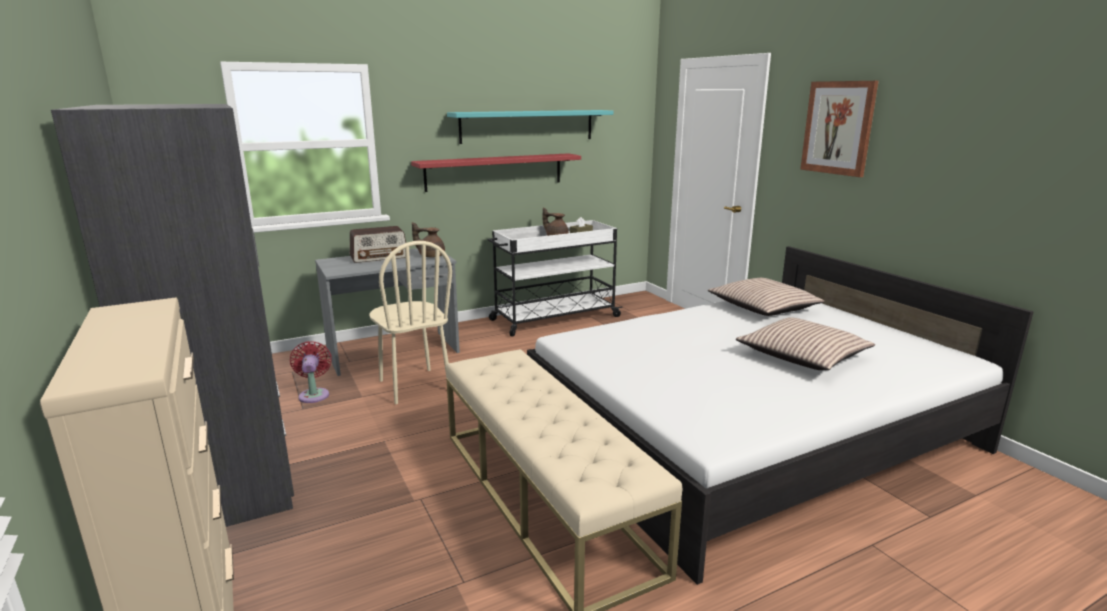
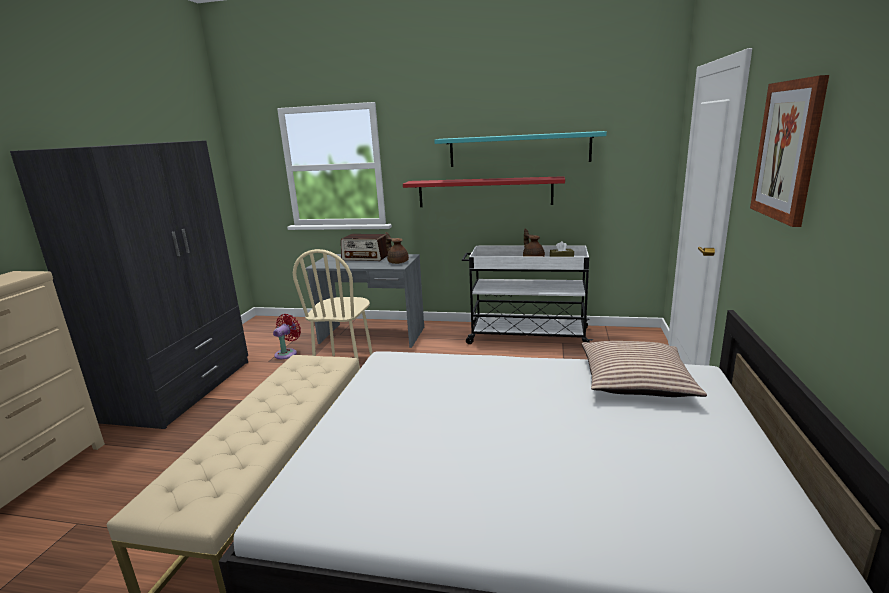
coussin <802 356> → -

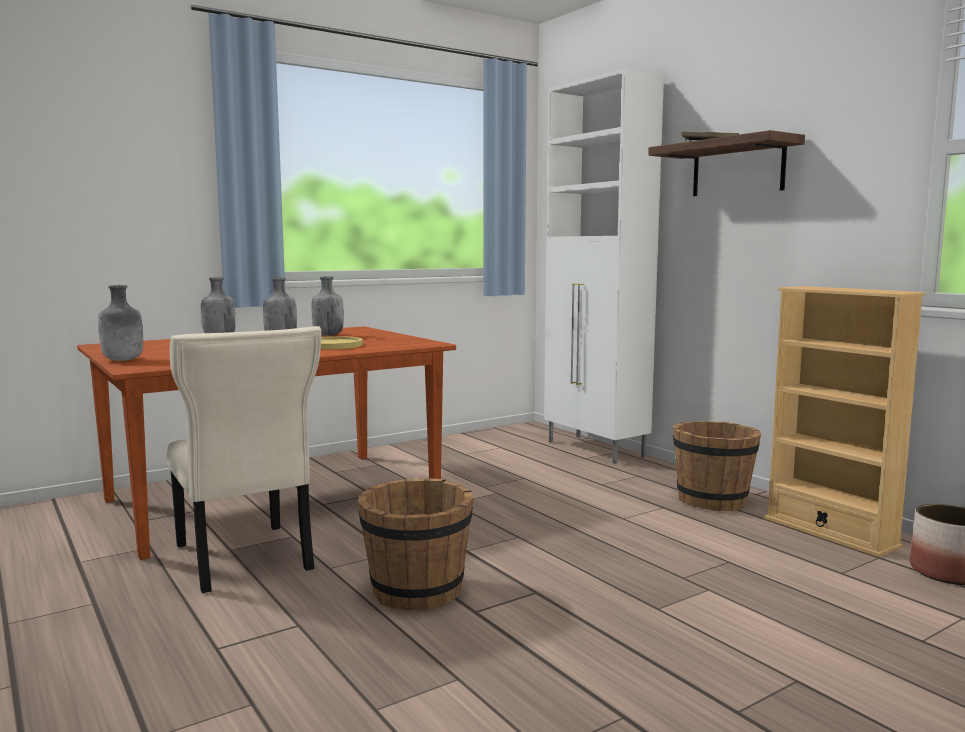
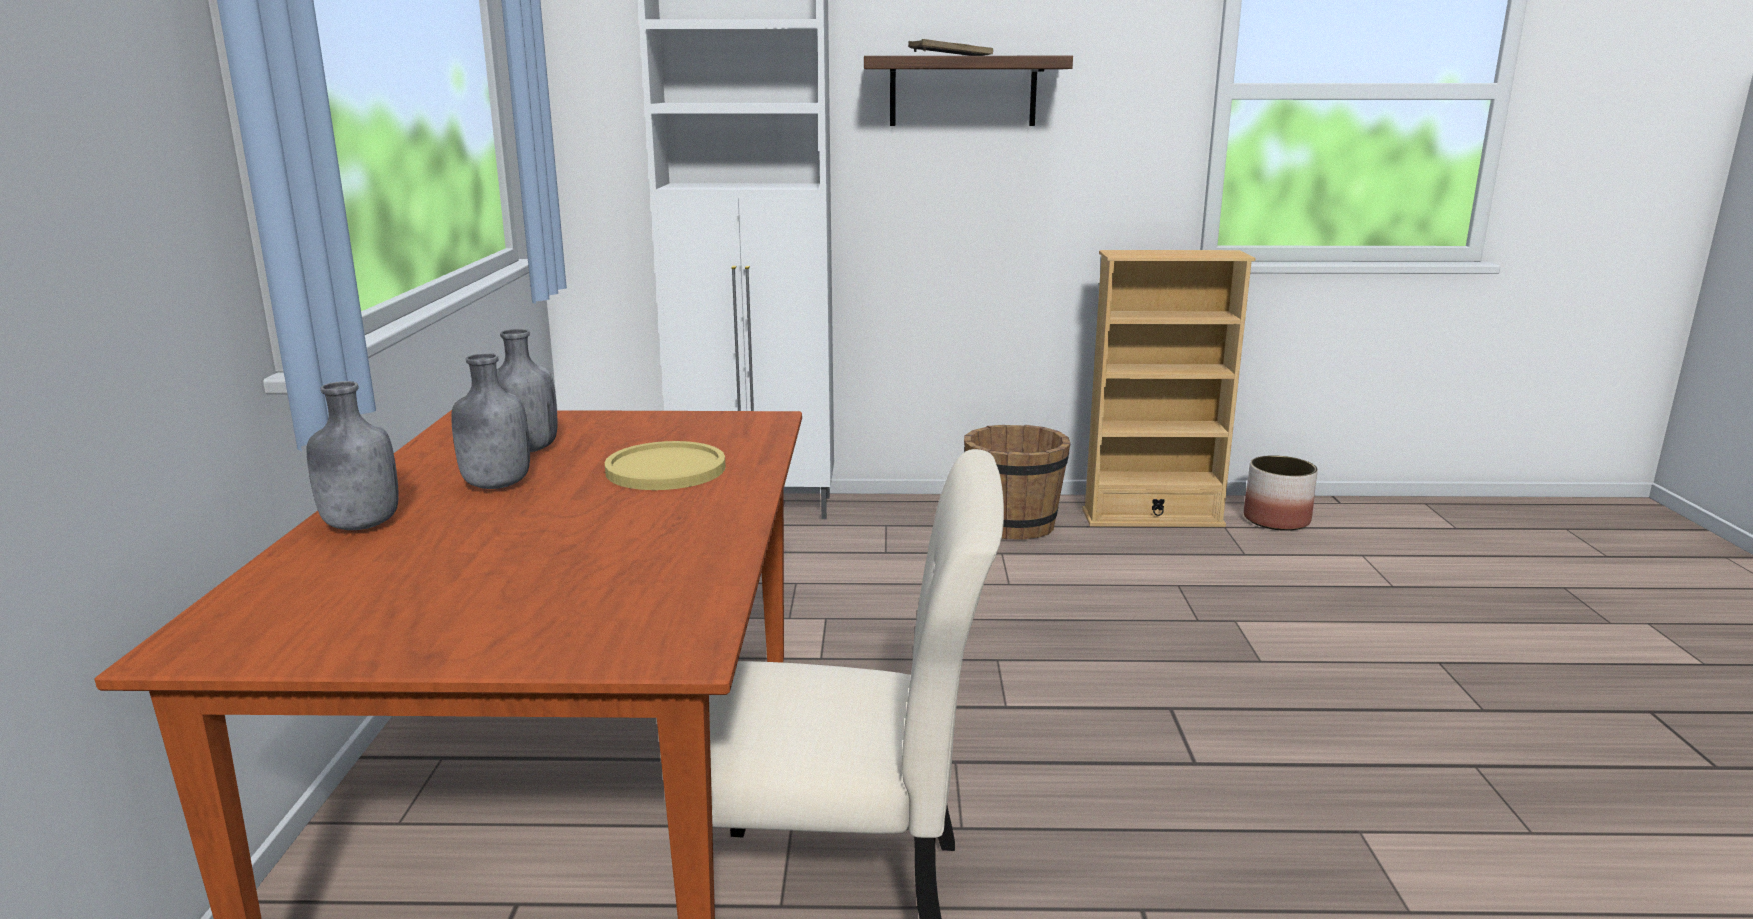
bouteille (gris) <123 360> → -
seau (marron) <417 591> → -

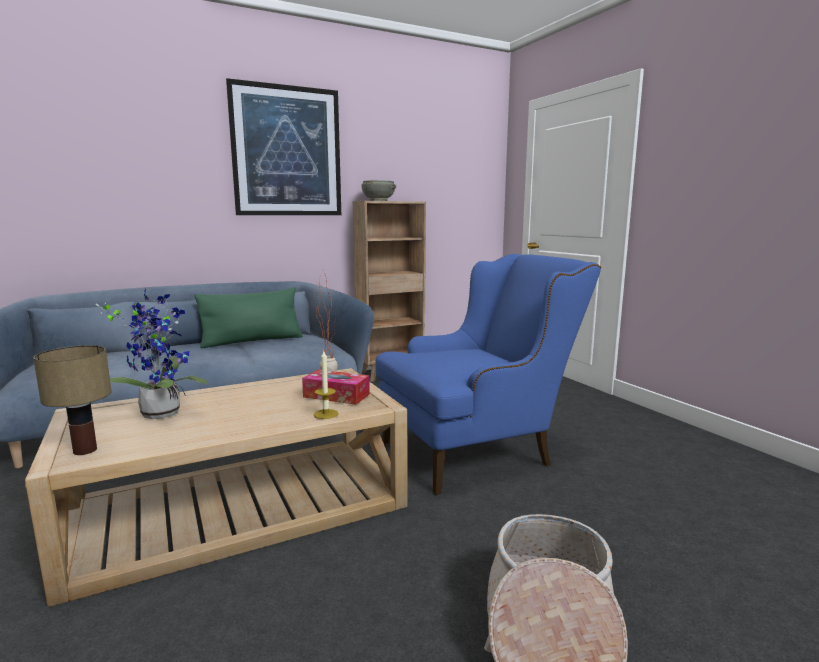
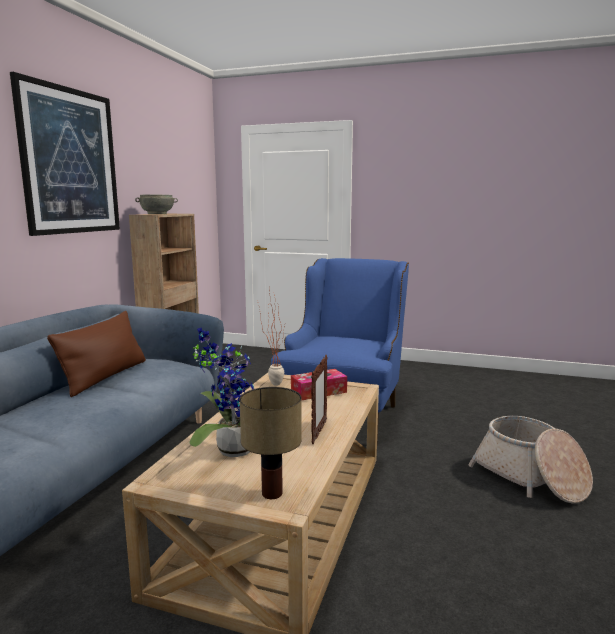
coussin (vert) <252 341> → coussin (marron) <105 377>
bougie <326 414> → -
- → cadre photo <319 432>

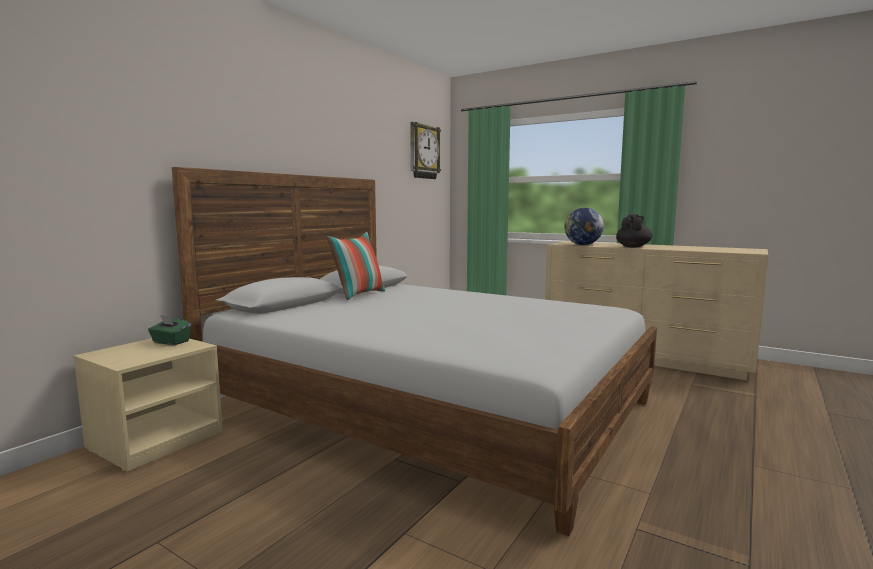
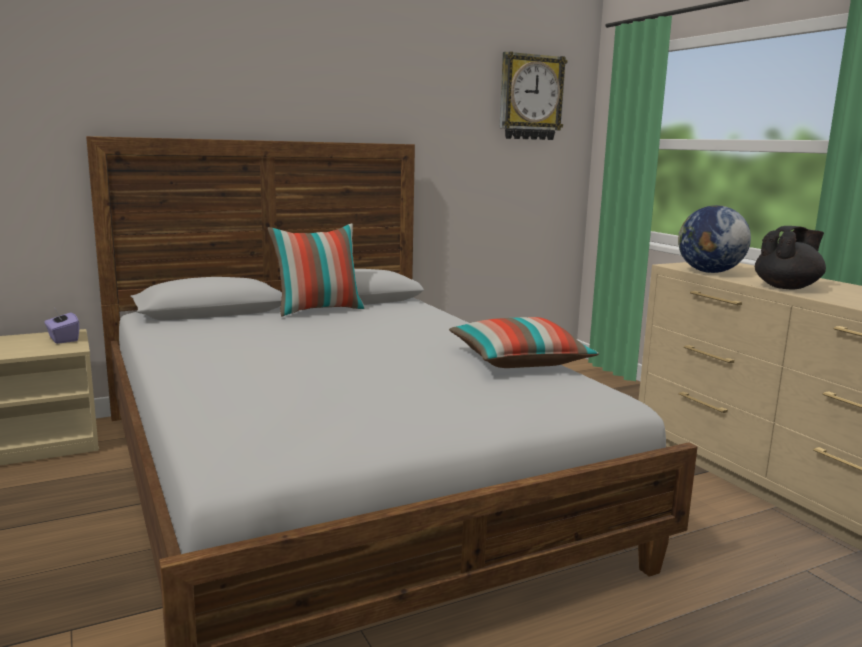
boîte à mouchoirs (vert) <170 342> → boîte à mouchoirs (violet) <63 339>
- → coussin <519 361>

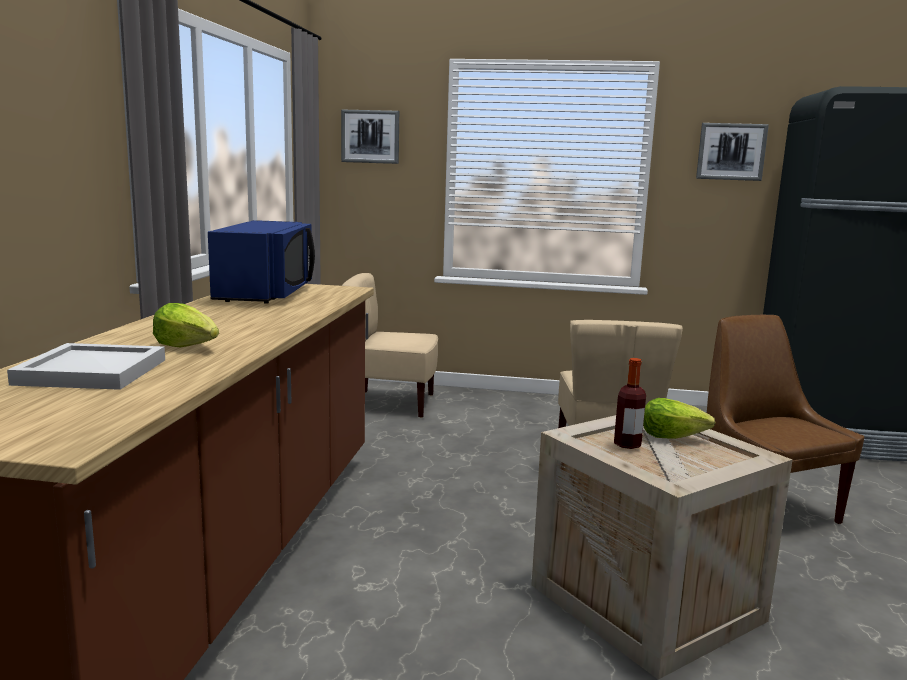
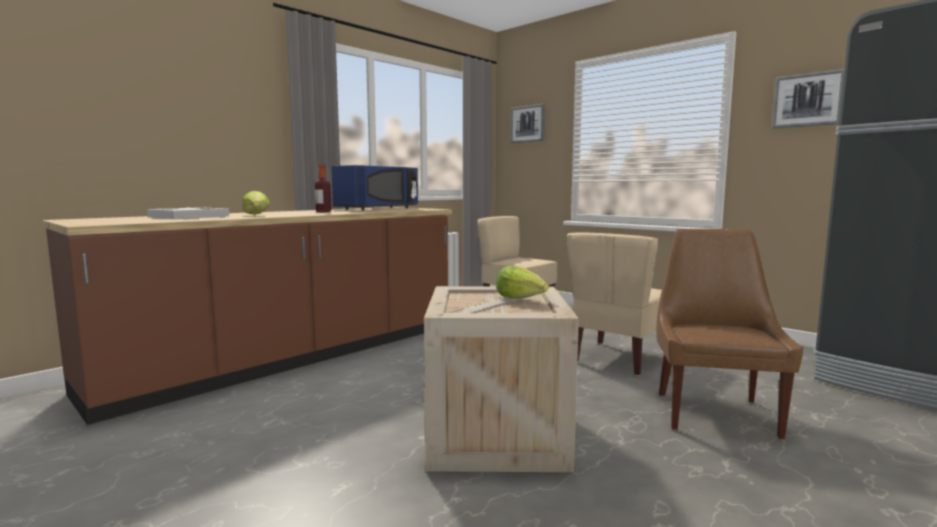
bouteille <627 444> → bouteille <323 211>, relocated

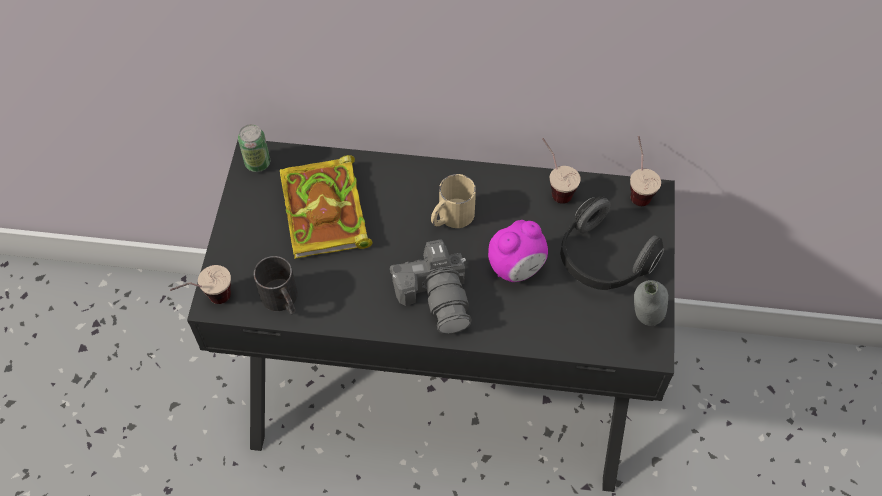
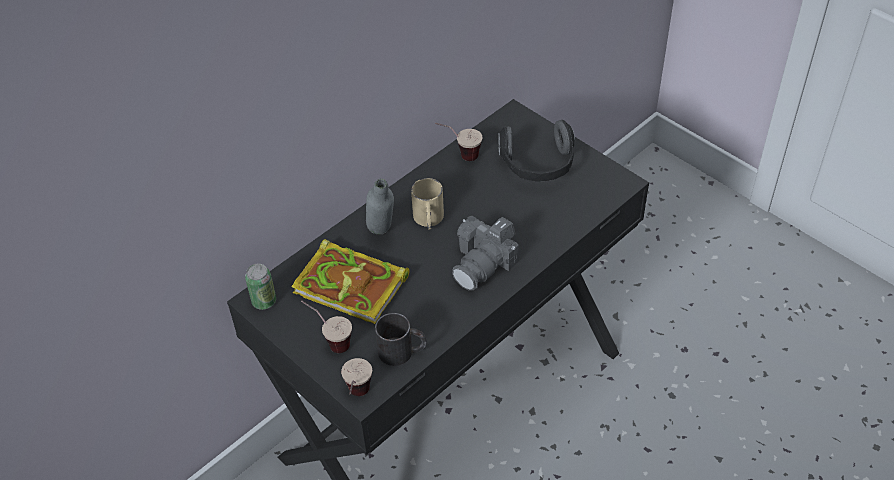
tasse <637 188> → tasse <329 341>, relocated
réveil <516 268> → -
appareil photo <437 296> → appareil photo <484 263>, 105 degrees clockwise
bouteille (gris) <642 326> → bouteille (gris) <382 236>, relocated

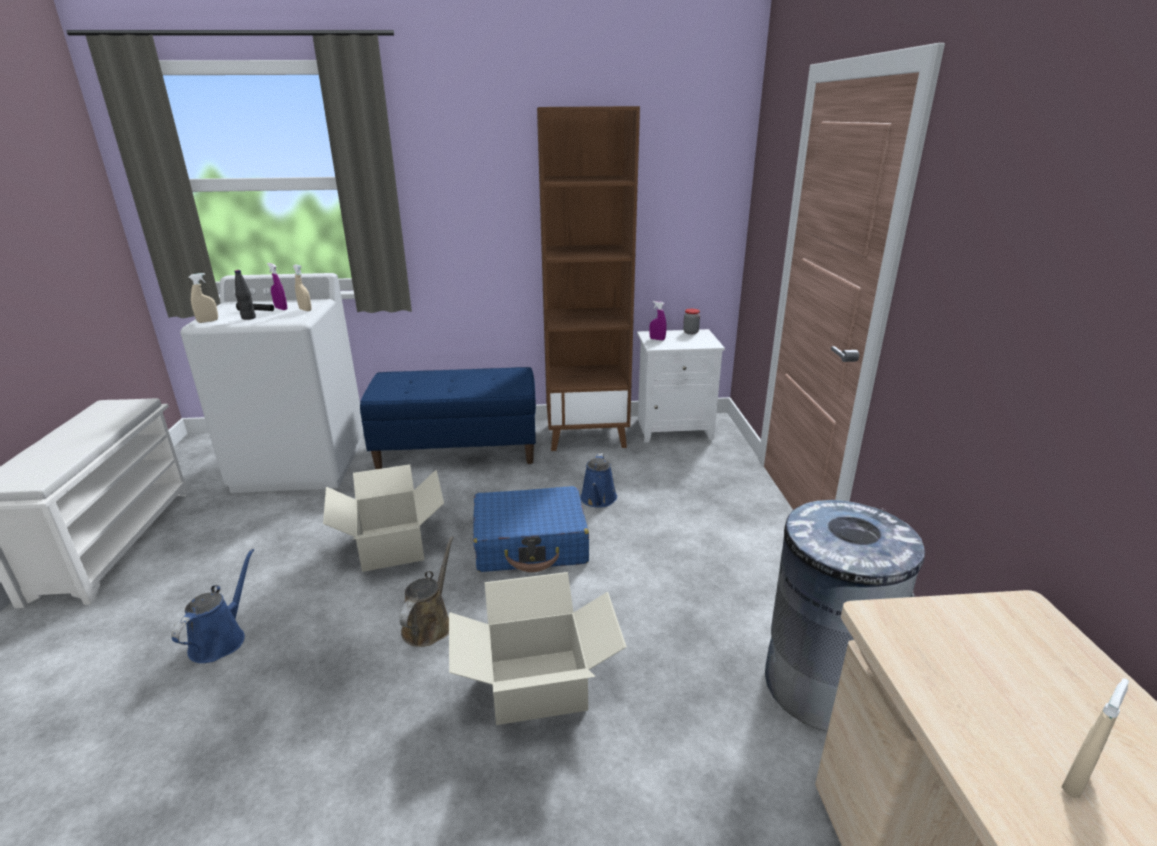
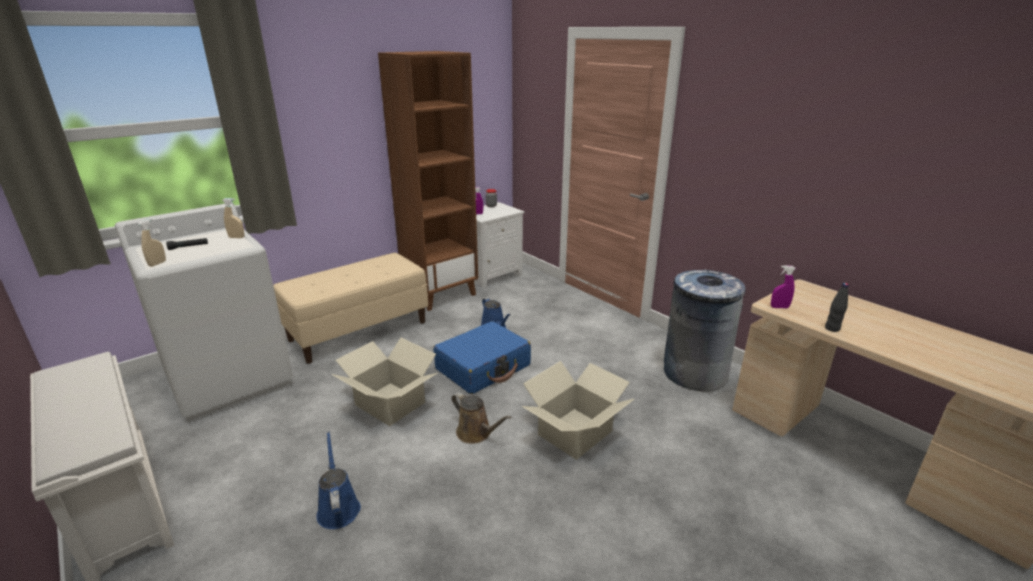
vaporisateur (violet) <281 309> → vaporisateur (violet) <779 307>, relocated
bouteille (noir) <248 318> → bouteille (noir) <832 328>, relocated
banc (bleu) <458 450> → banc (beige) <359 330>
arrosoir (marron) <429 624> → arrosoir (marron) <476 433>, 150 degrees clockwise
vaporisateur (beige) <1075 781> → -

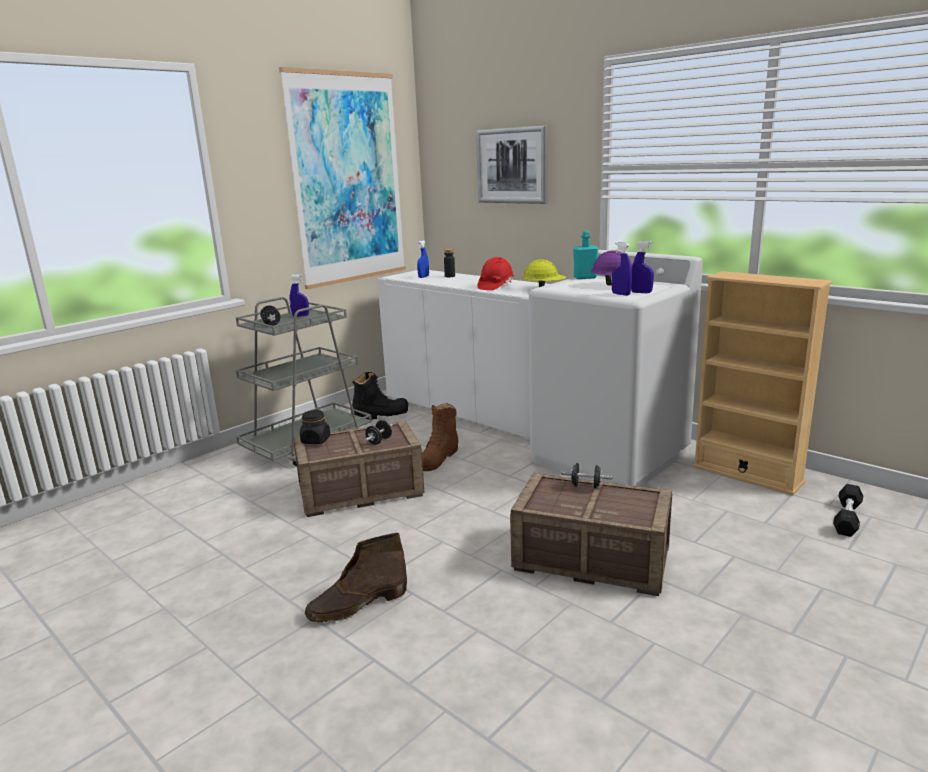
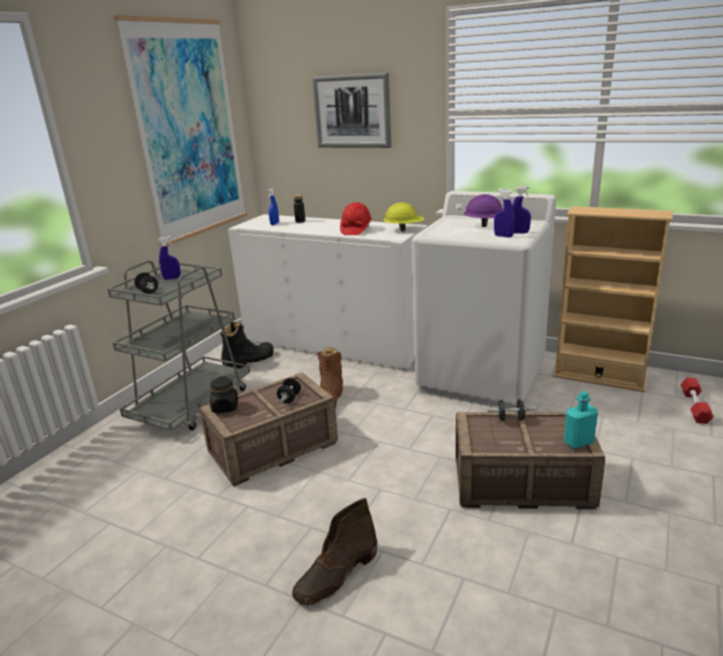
bouteille (turquoise) <585 277> → bouteille (turquoise) <578 442>, relocated
haltère (noir) <847 518> → haltère (rouge) <694 407>

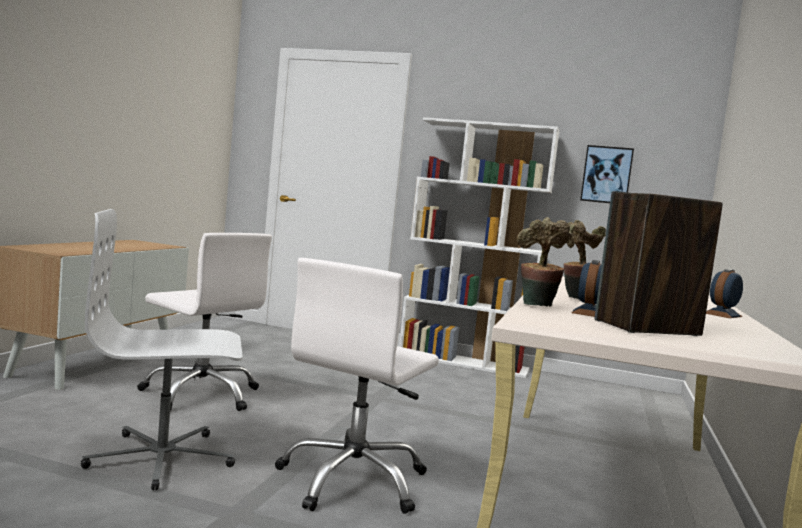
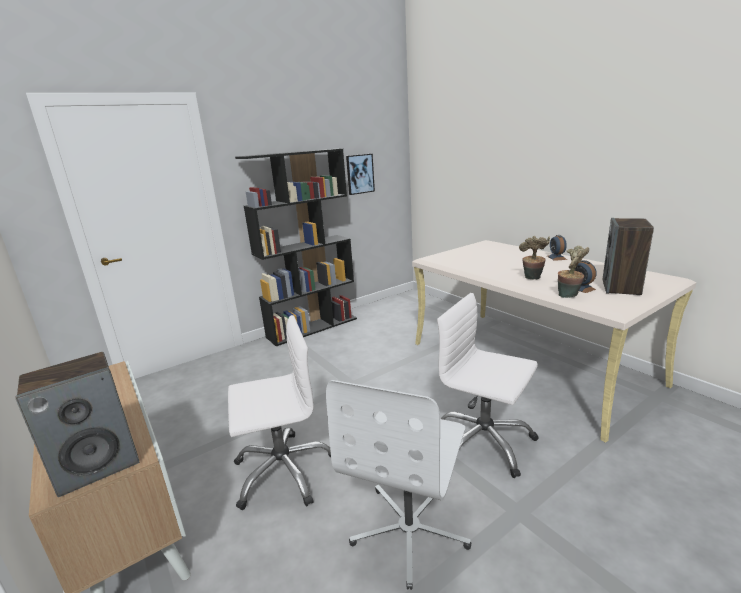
bibliothèque (blanc) <464 362> → bibliothèque (noir) <313 327>
chaise de bureau (blanc) <353 481> → chaise de bureau (blanc) <483 442>, 150 degrees clockwise
- → enceinte <99 464>

